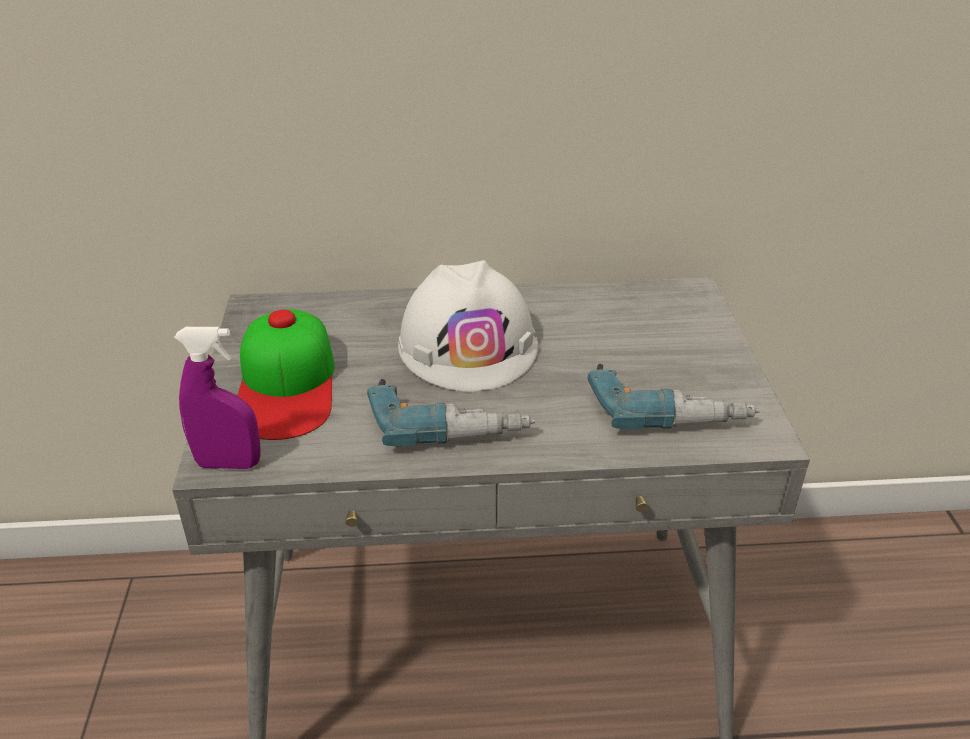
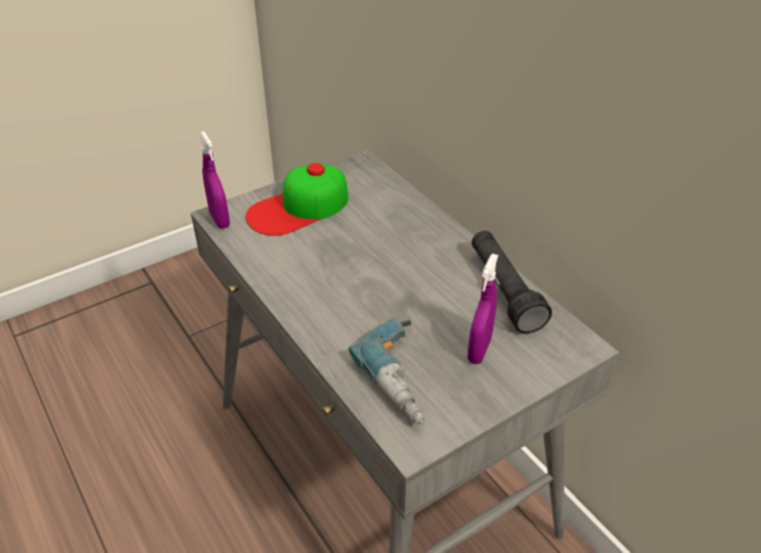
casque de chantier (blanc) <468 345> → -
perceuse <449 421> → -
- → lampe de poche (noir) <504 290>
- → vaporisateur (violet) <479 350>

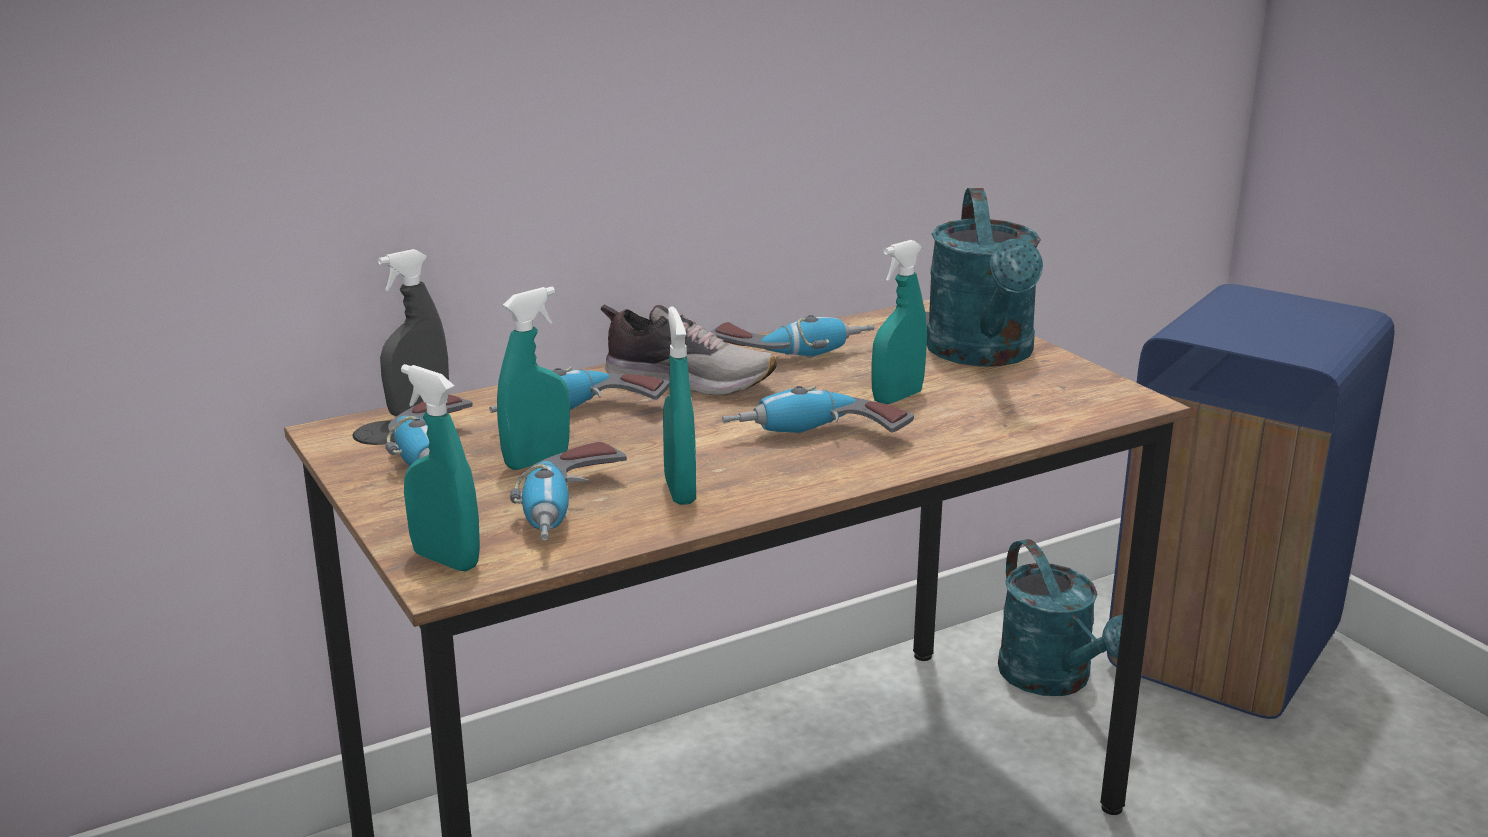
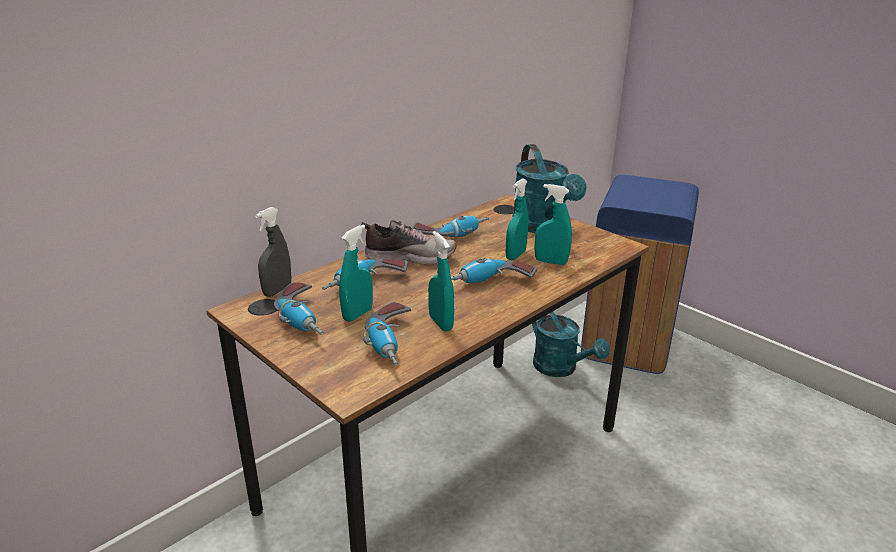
vaporisateur (turquoise) <445 560> → vaporisateur (turquoise) <550 262>, relocated

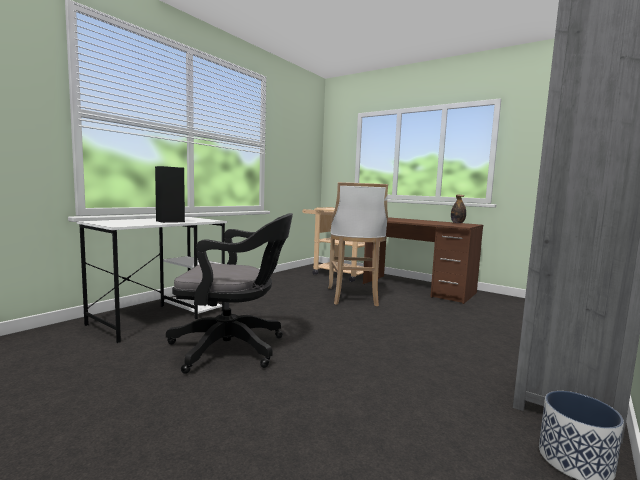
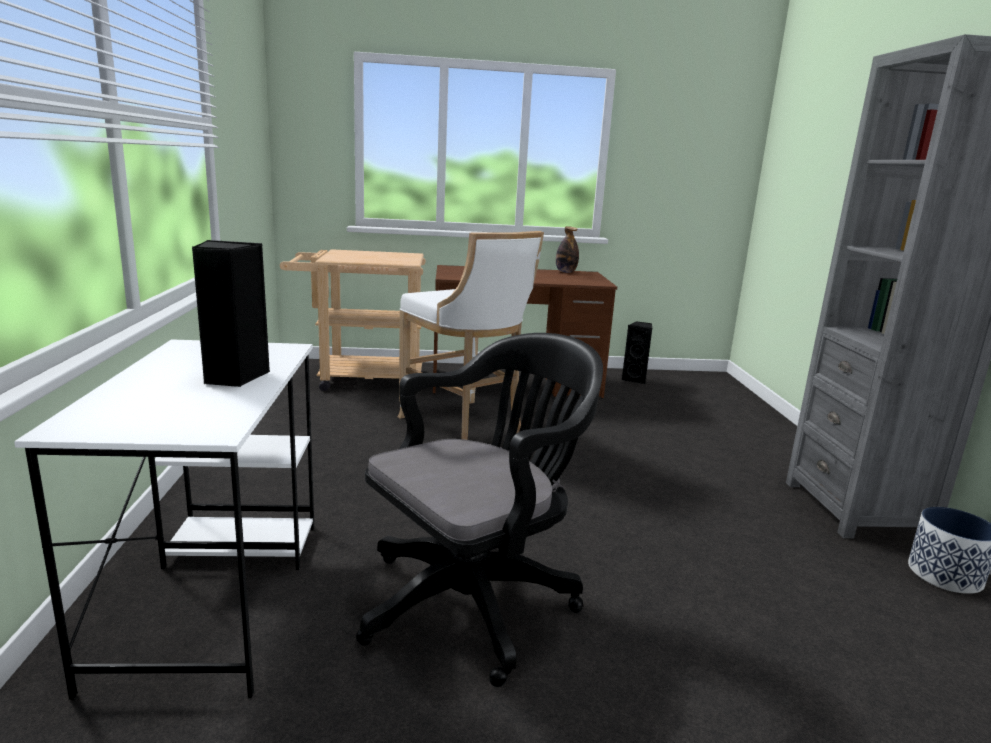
- → enceinte (noir) <635 379>

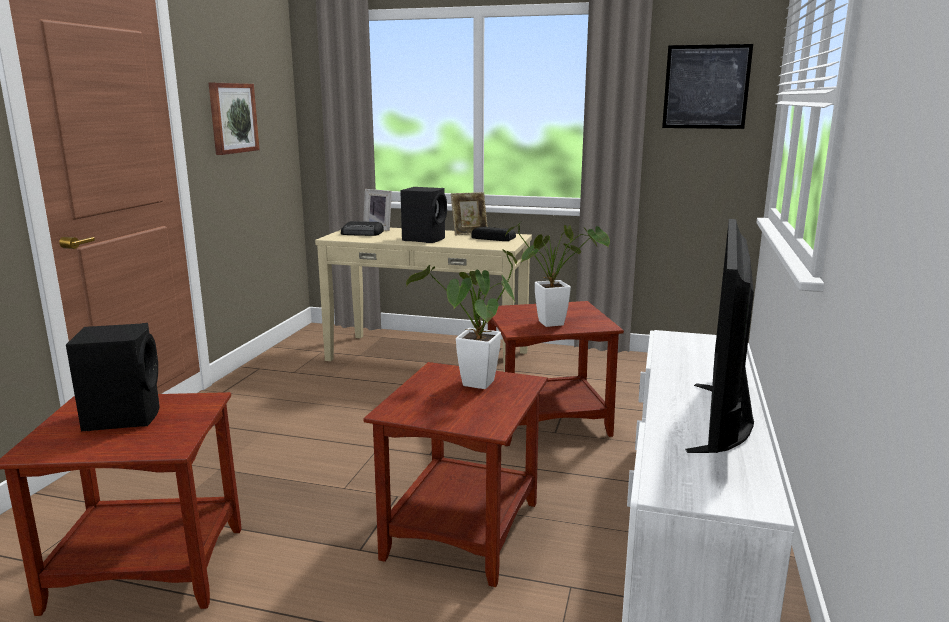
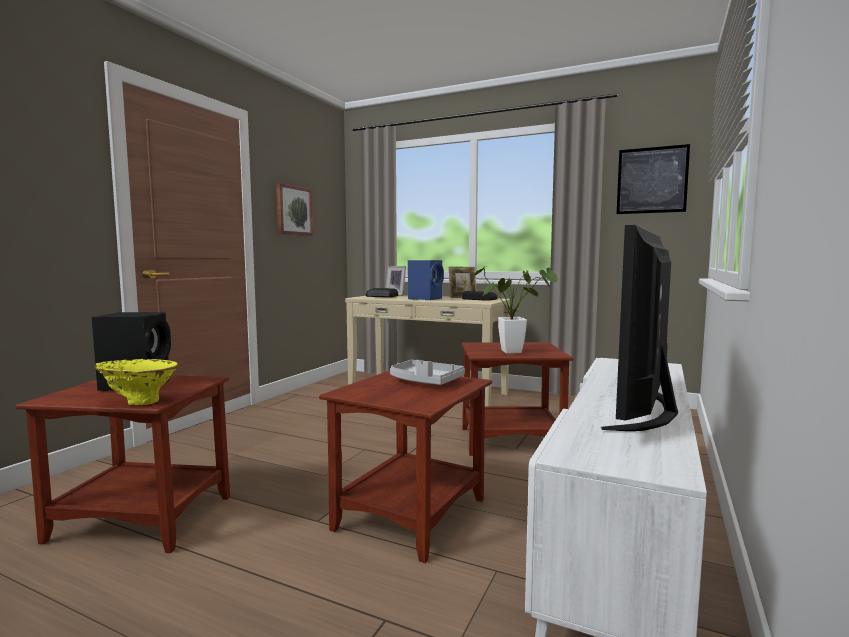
enceinte (noir) <425 239> → enceinte (bleu) <426 299>
plante en pot <475 386> → plateau (gris) <425 382>
- → vase (jaune) <139 401>

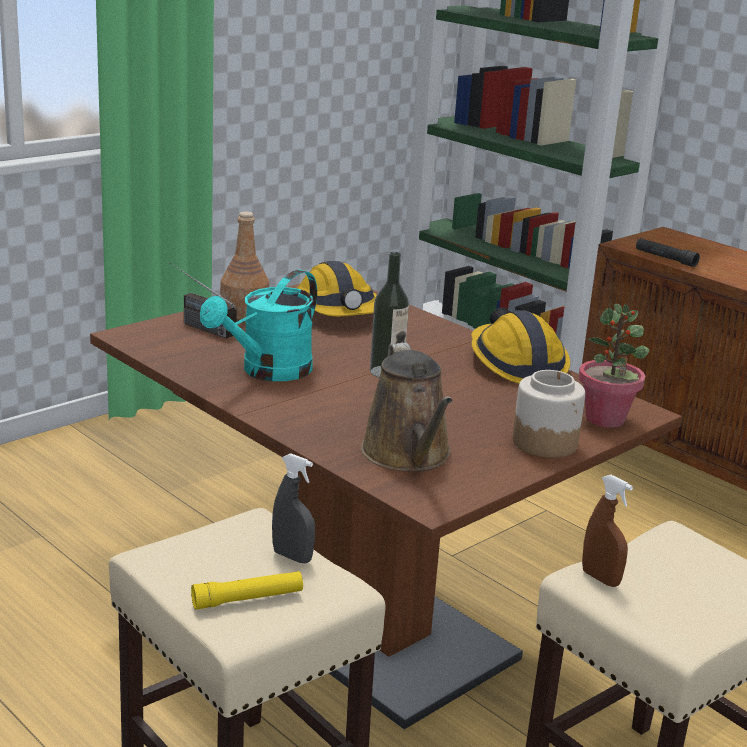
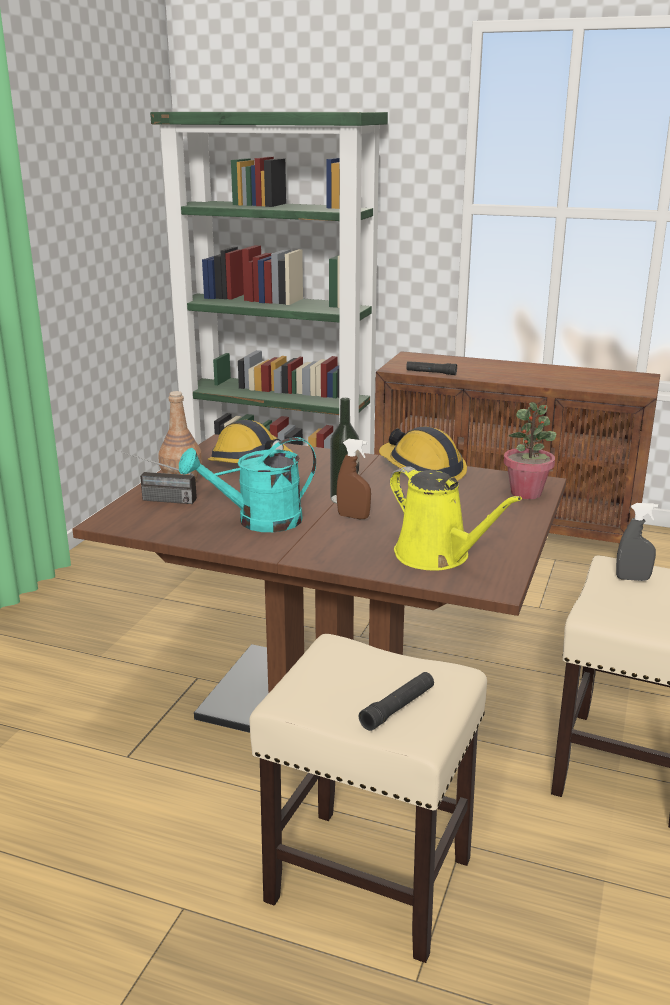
arrosoir (turquoise) <268 372> → arrosoir (turquoise) <258 522>, 60 degrees clockwise
arrosoir (marron) <408 455> → arrosoir (jaune) <437 556>
bocal <545 443> → -
vaporisateur (gris) <292 557> → vaporisateur (gris) <632 579>, relocated
vaporisateur (marron) <600 578> → vaporisateur (marron) <353 517>, relocated
lampe de poche (jaune) <248 599> → lampe de poche (noir) <398 708>

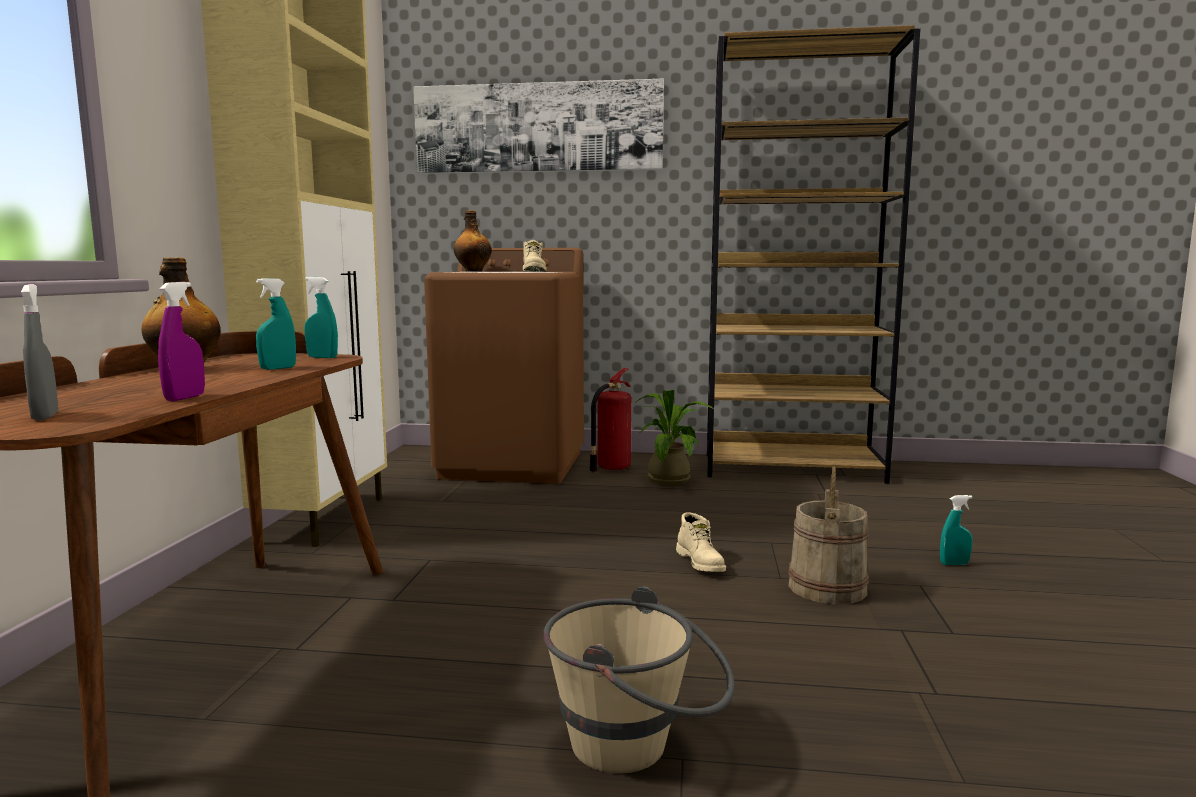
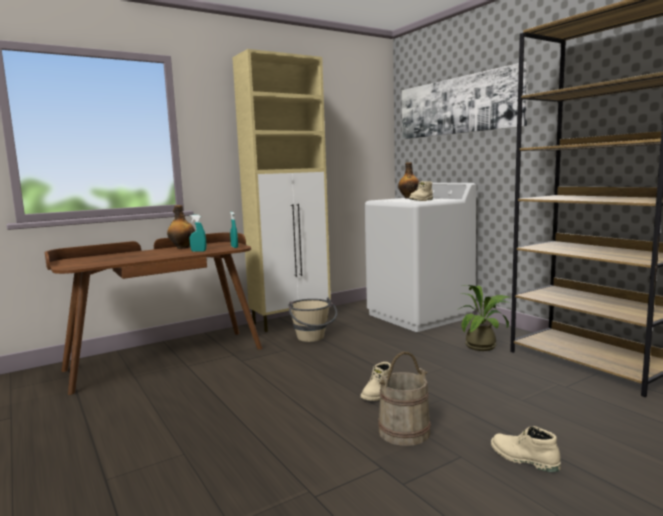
lave-linge (marron) <513 464> → lave-linge (blanc) <420 316>
vaporisateur (violet) <185 398> → -
vaporisateur (gris) <45 416> → -
extincteur <611 468> → -
vaporisateur (turquoise) <954 564> → botte (beige) <523 459>
seau (beige) <639 746> → seau (beige) <313 339>, relocated

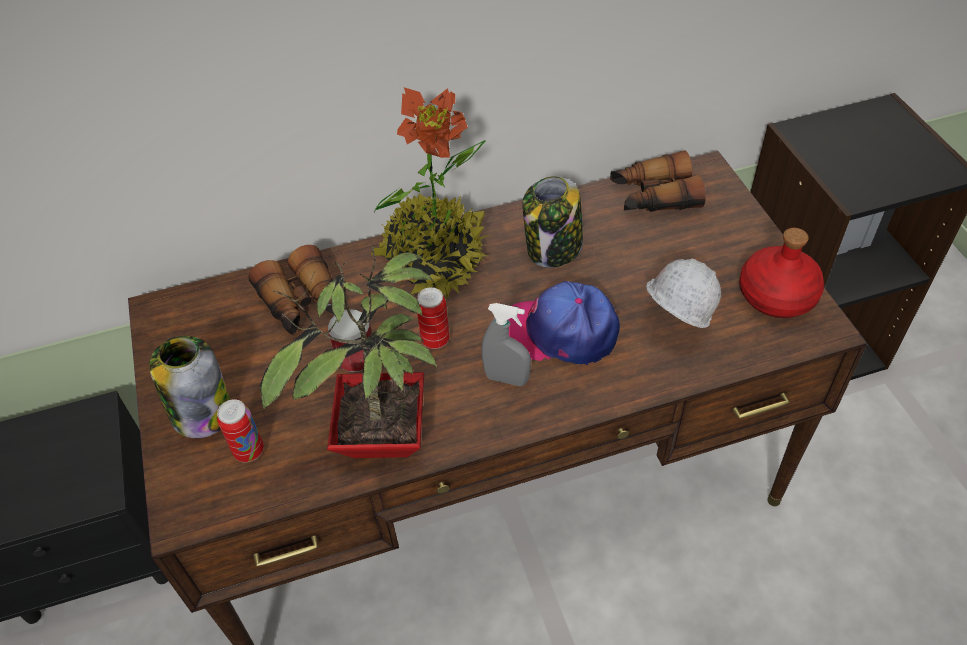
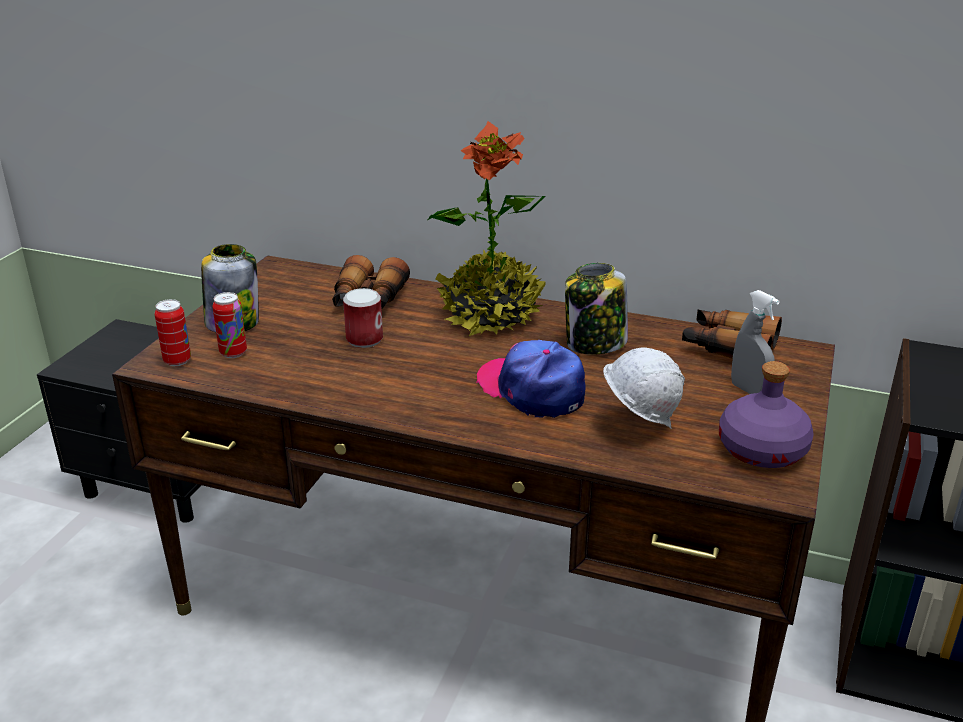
bouteille (rouge) <777 295> → bouteille (violet) <763 450>
plante en pot <382 440> → -
boîte métallique <435 340> → boîte métallique <177 361>, relocated
vaporisateur (gris) <506 378> → vaporisateur (gris) <748 390>, relocated

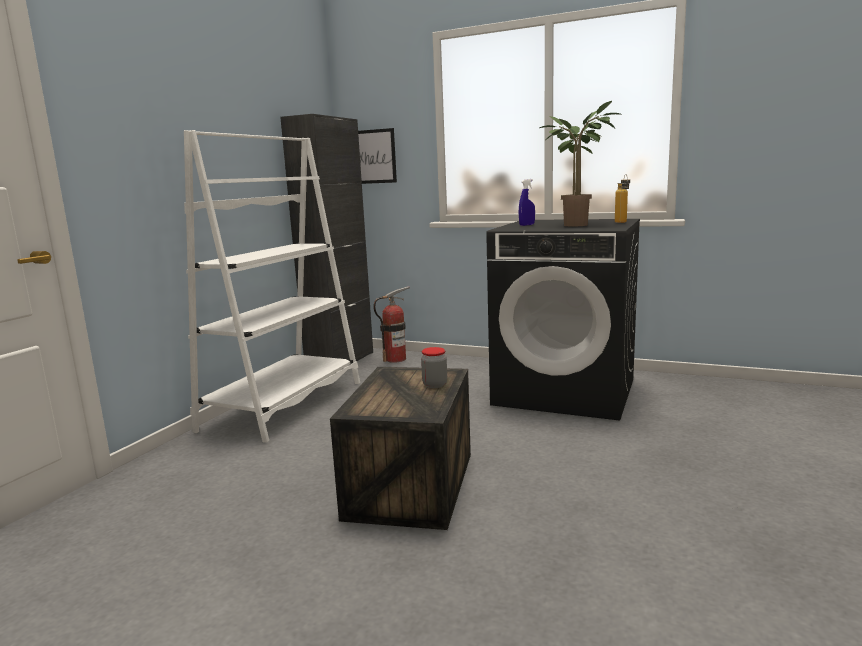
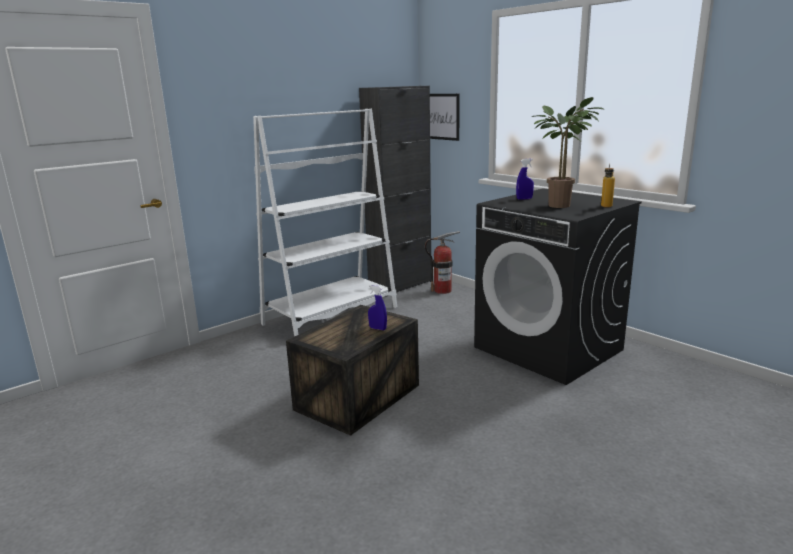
bocal <435 385> → vaporisateur (bleu) <377 328>

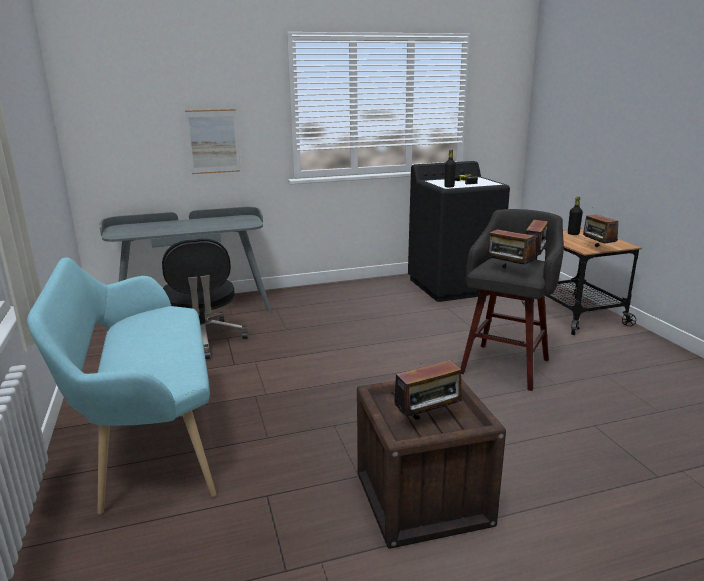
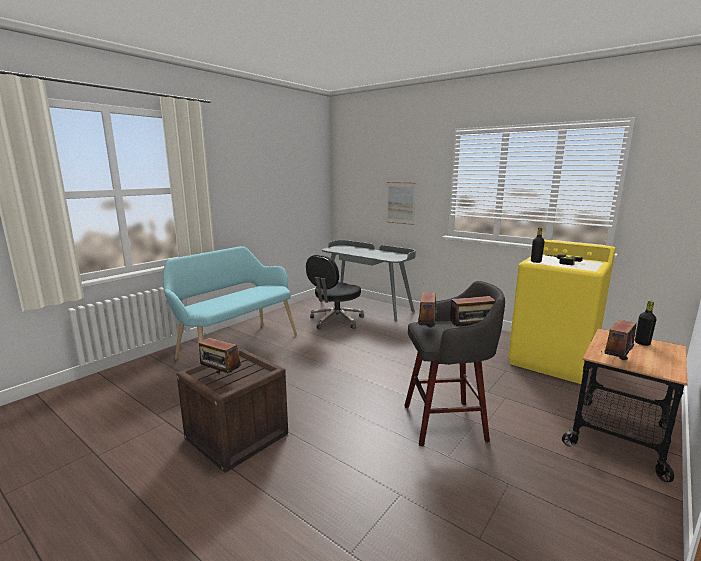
lave-linge (noir) <453 286> → lave-linge (jaune) <552 361>

